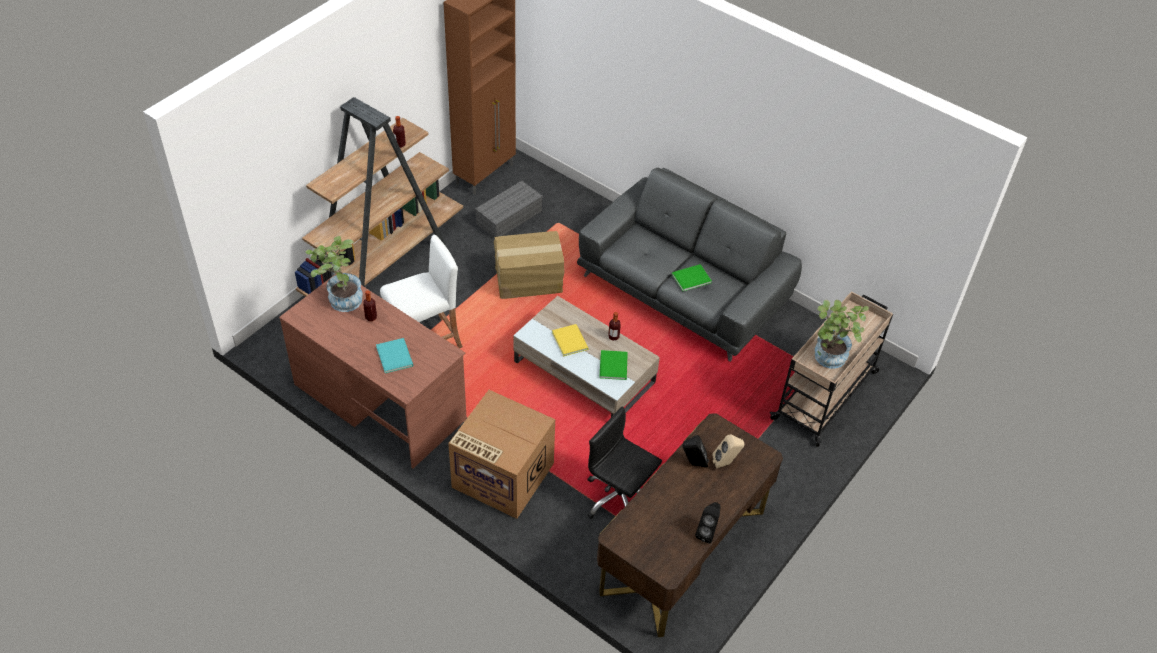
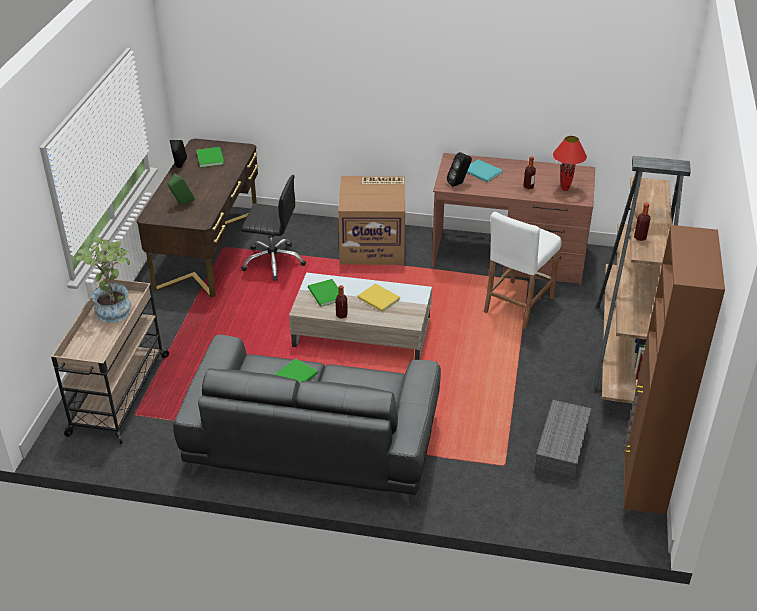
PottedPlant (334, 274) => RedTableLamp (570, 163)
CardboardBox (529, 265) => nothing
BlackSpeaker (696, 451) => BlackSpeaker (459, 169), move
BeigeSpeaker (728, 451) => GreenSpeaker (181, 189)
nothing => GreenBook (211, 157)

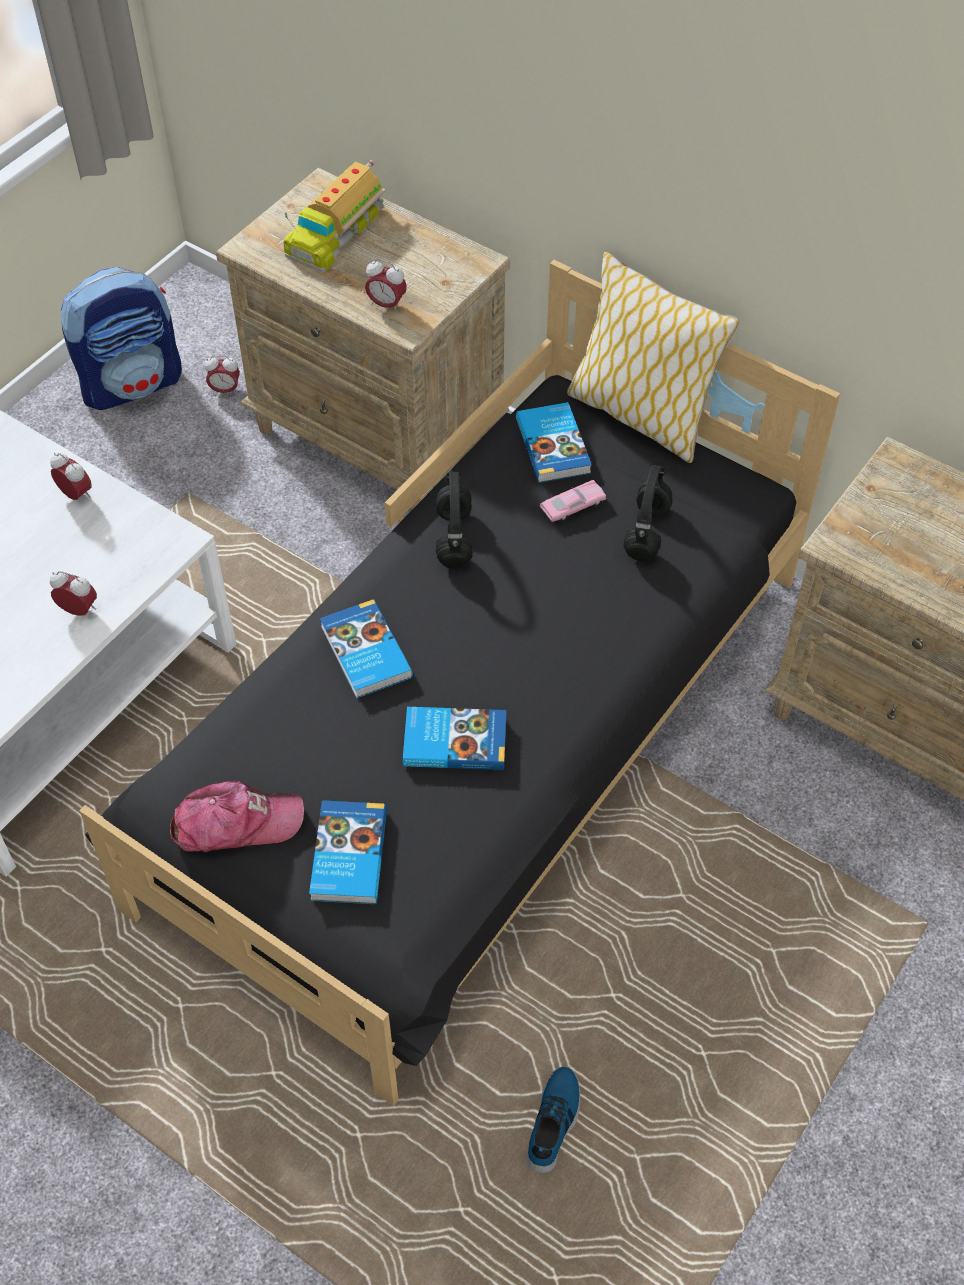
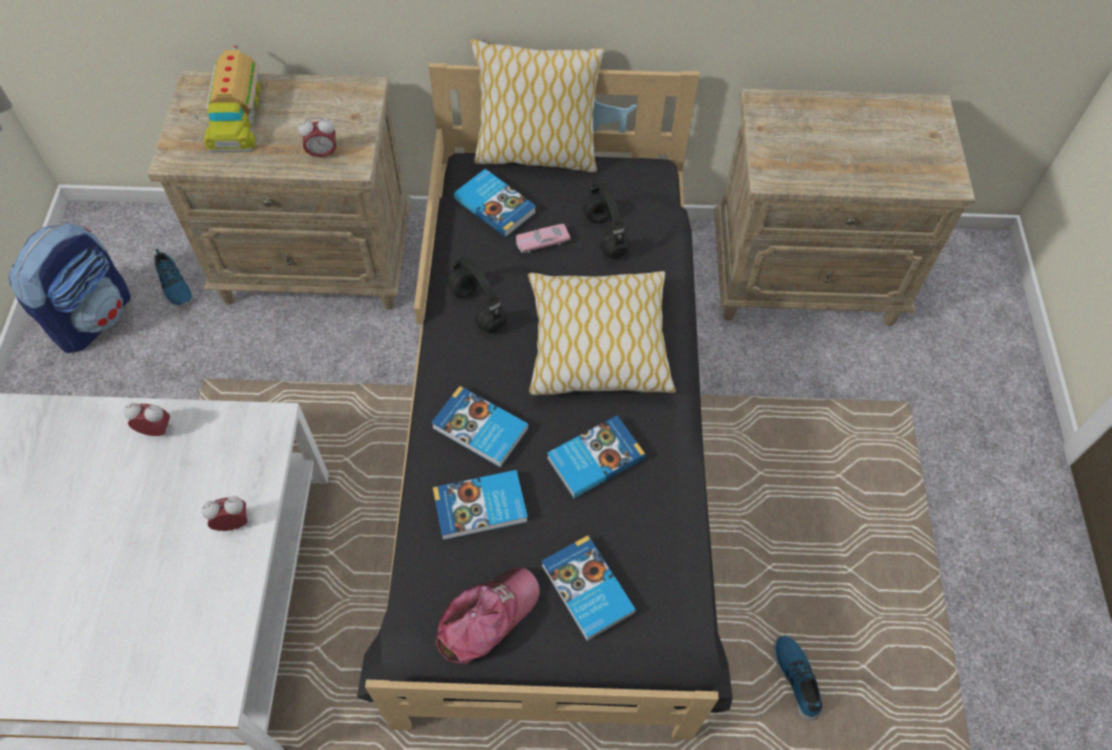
AlarmClock (222, 375) => Shoe (174, 278)
PinkToyCar (573, 501) => PinkToyCar (543, 239), 135 degrees counterclockwise
nothing => Book (480, 505)
nothing => Pillow (602, 333)

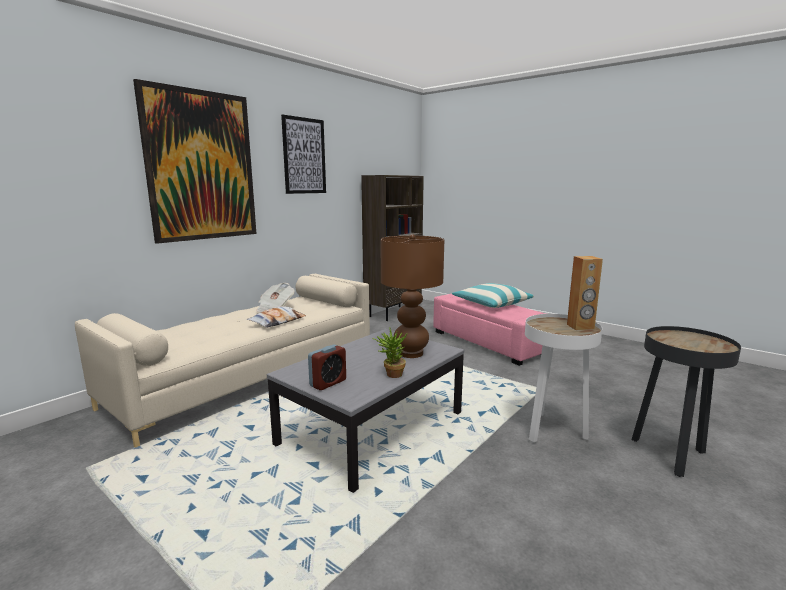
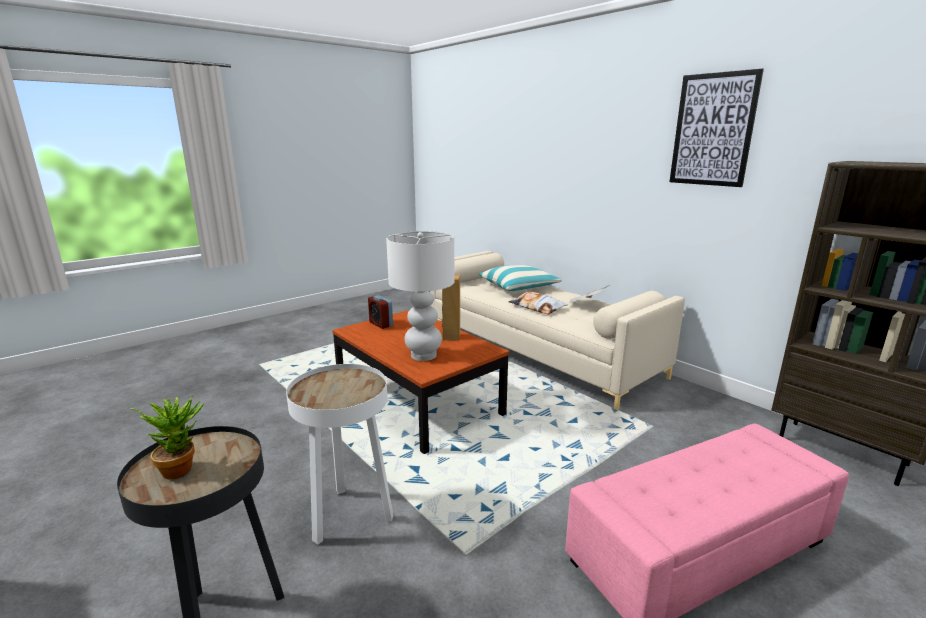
Picture (194, 161) => nothing
GreyCoffeeTable (365, 411) => BrownCoffeeTable (420, 382)
PottedPlant (390, 352) => PottedPlant (168, 437), move
BrownTableLamp (412, 296) => WhiteTableLamp (420, 296)
Pillow (493, 295) => Pillow (520, 278), move
BrownSpeaker (585, 293) => BrownSpeaker (451, 308), move

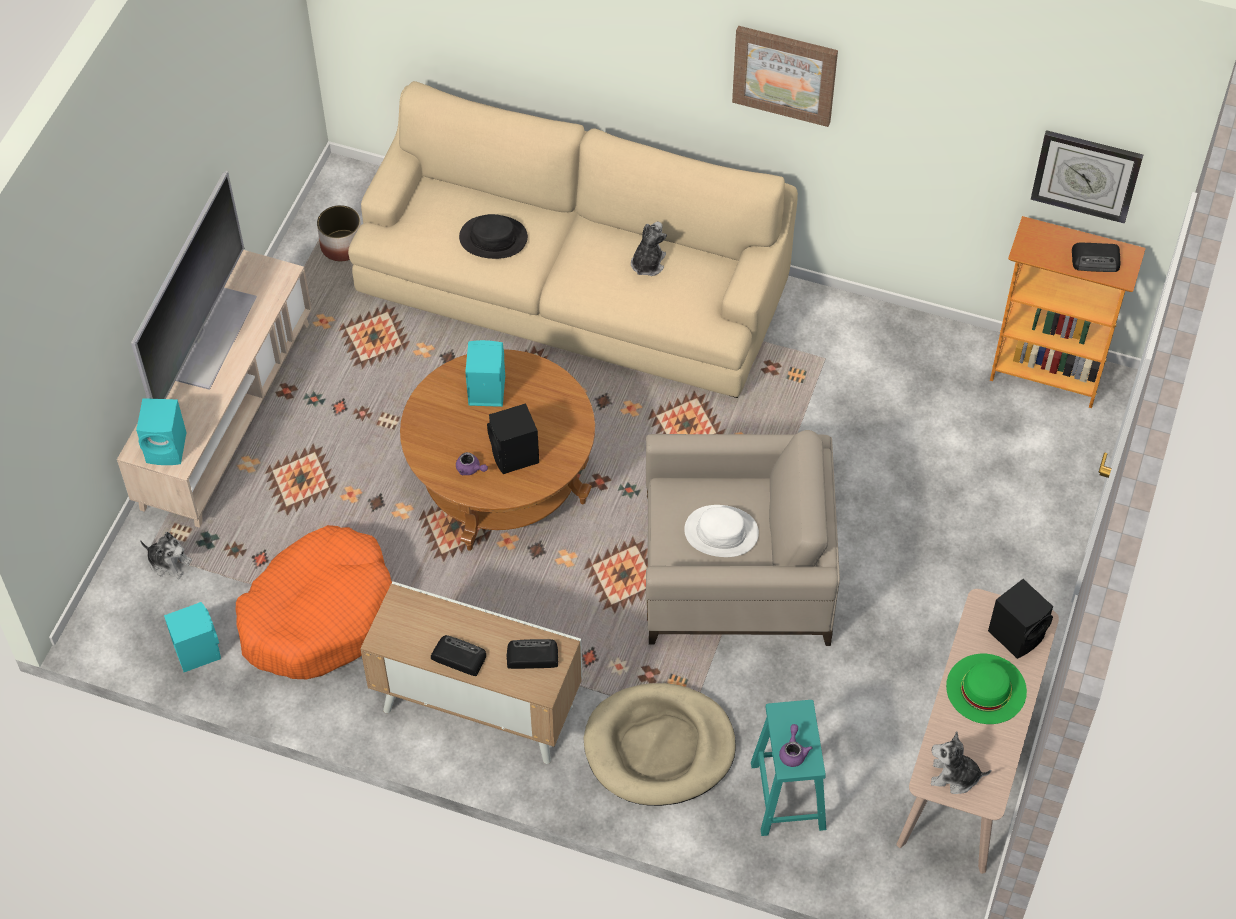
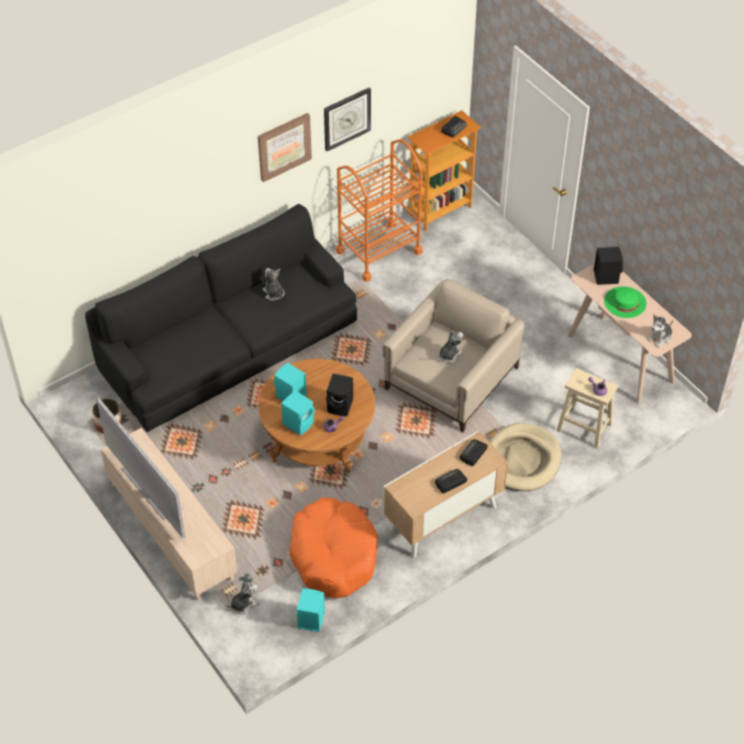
TurquoiseSpeaker (161, 431) => TurquoiseSpeaker (298, 413), move
BeigeSofa (573, 239) => BlackSofa (221, 318)
BlackHat (493, 236) => nothing
WhiteHat (721, 531) => PlushToy (450, 347)
TurquoiseStool (788, 768) => BeigeStool (587, 408)
WallClock (1087, 177) => WallClock (347, 119), move
nothing => OrangeCart (379, 210)

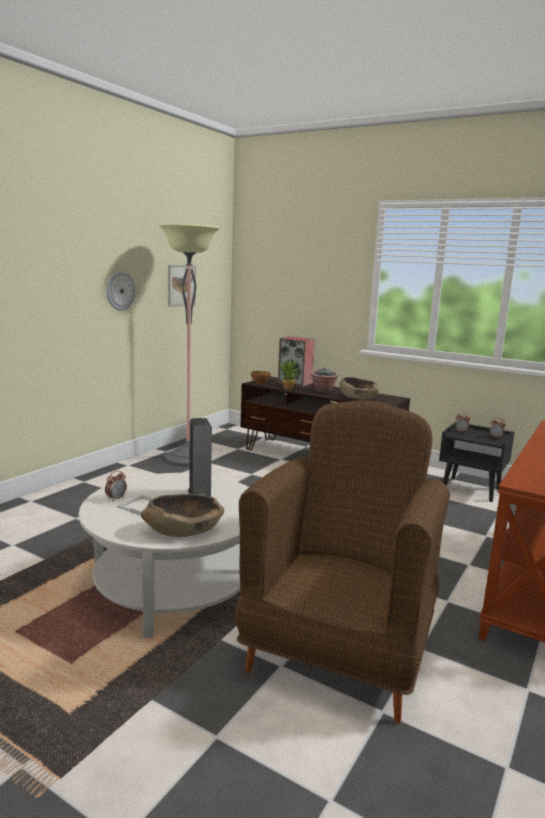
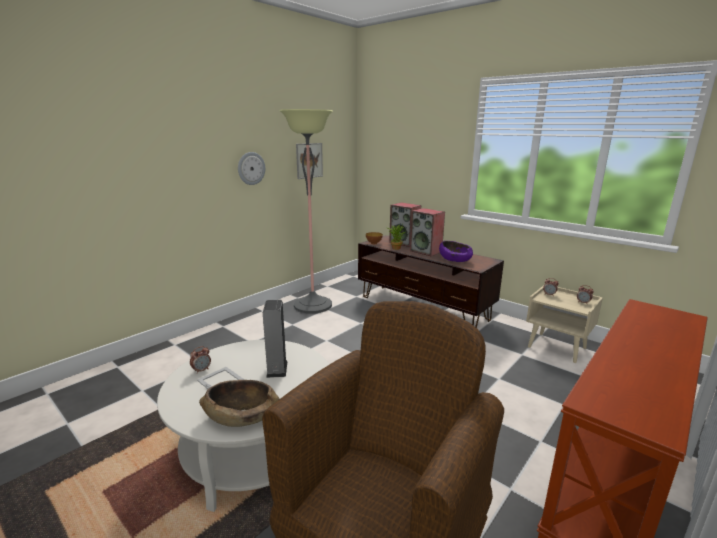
PottedPlant (324, 380) => Speaker (427, 232)
BrownBowl (359, 388) => PurpleBowl (456, 251)
BlackNightstand (477, 462) => BeigeNightstand (564, 324)

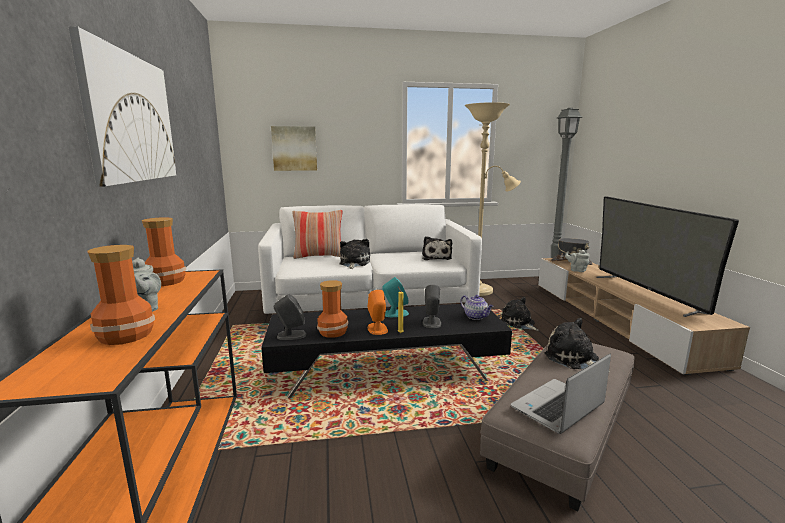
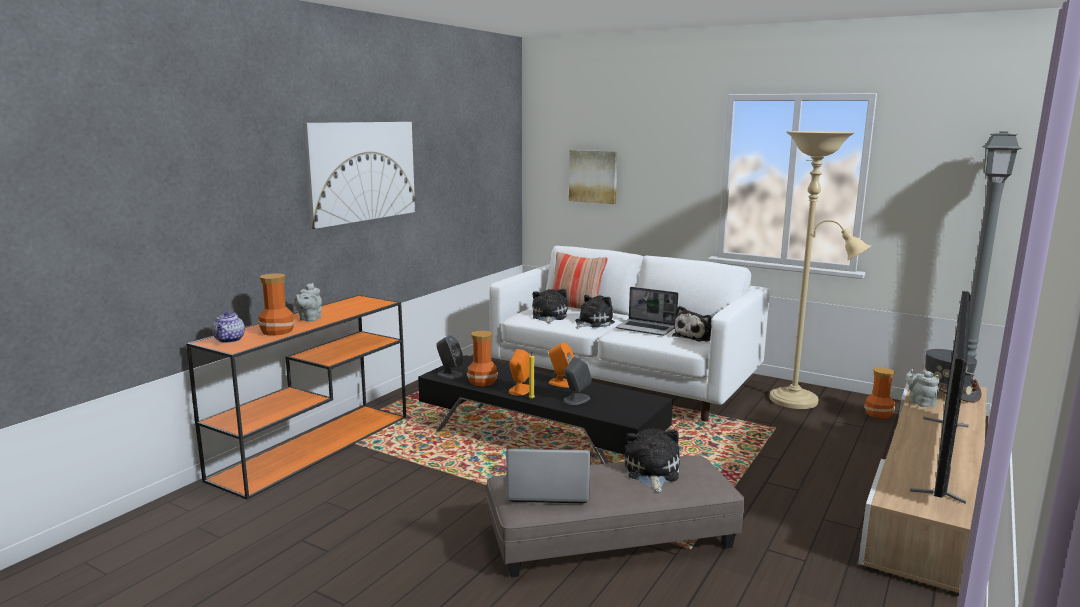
Vase (164, 251) => Vase (879, 393), move
TurquoiseSpeaker (395, 297) => OrangeSpeaker (561, 365)
Teapot (476, 307) => Teapot (228, 327), move
PlushToy (520, 314) => PlushToy (550, 306), move
nothing => Laptop (647, 311)

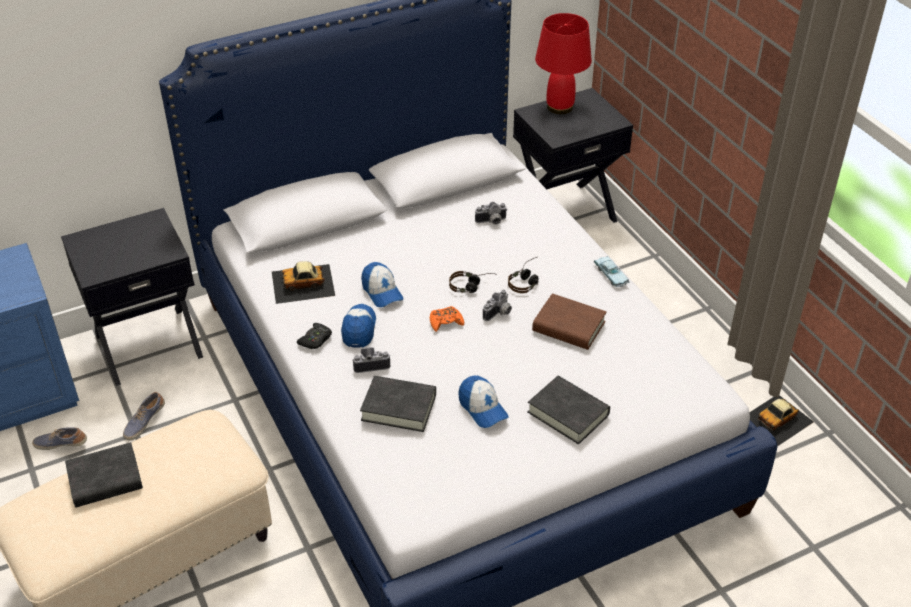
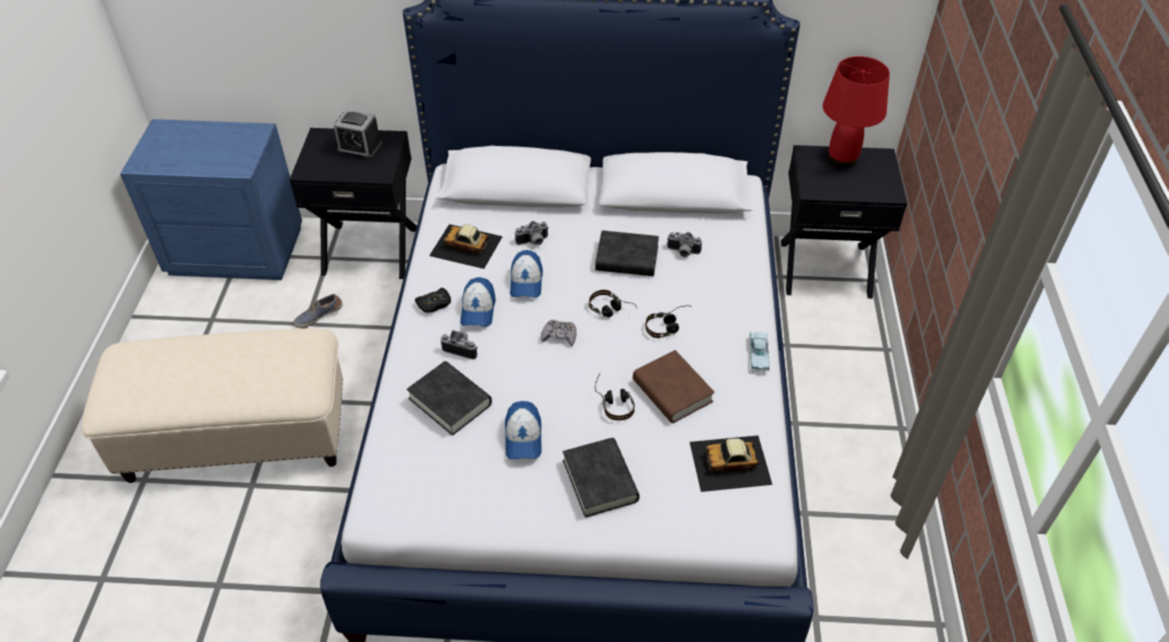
Shoe (59, 438) => nothing
BlackBook (104, 474) => BlackBook (627, 253), move
Cap (358, 326) => Cap (478, 302), 150 degrees clockwise
OrangeGameController (447, 319) => GreyGameController (559, 332)
PhotoCamera (497, 305) => PhotoCamera (532, 233), move
ToyCar (781, 421) => ToyCar (731, 463), move
nothing => AlarmClock (358, 134)
nothing => Headphones (615, 397)

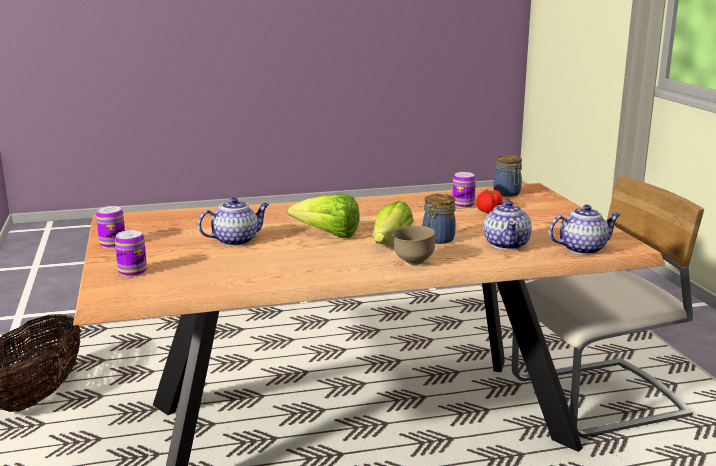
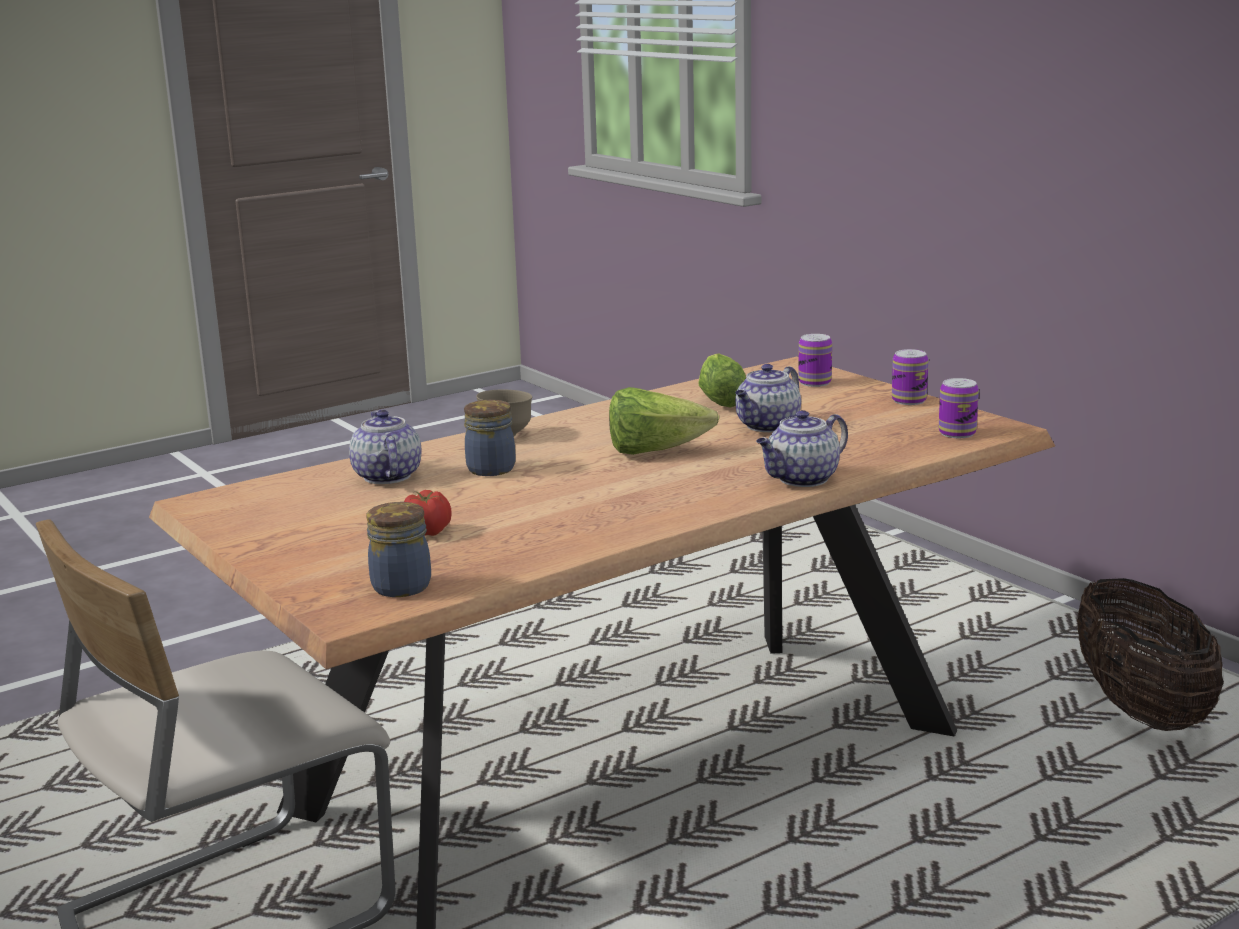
Lettuce (393, 222) => Lettuce (722, 380), move
Can (464, 190) => Can (959, 408), move
Teapot (585, 230) => Teapot (802, 448), move

